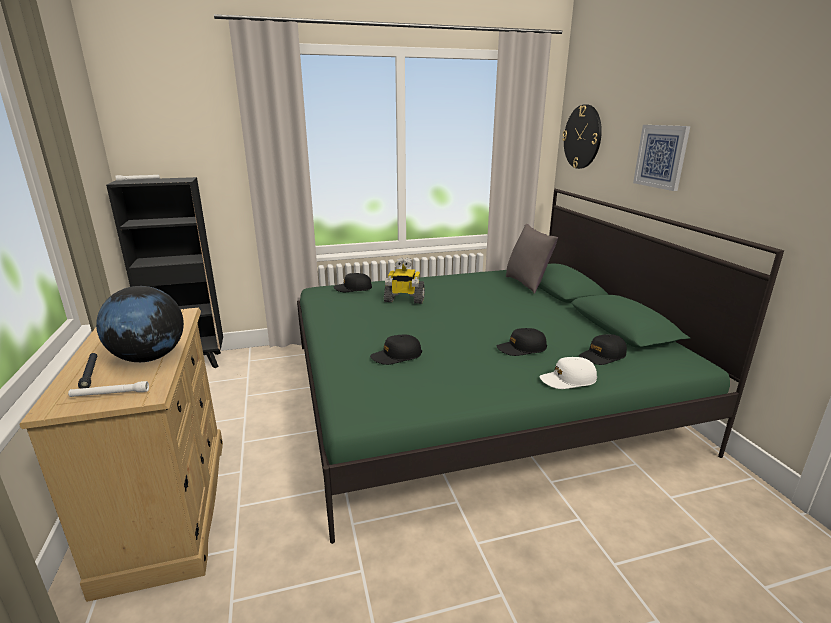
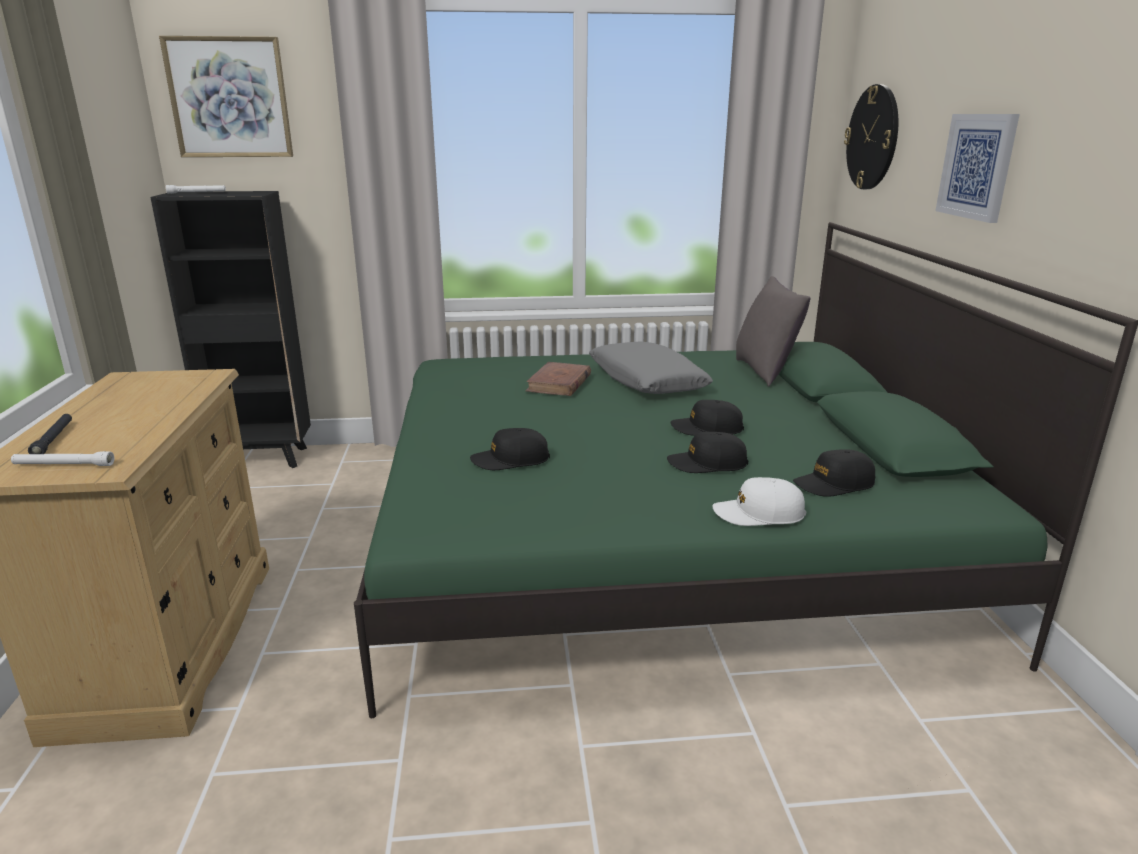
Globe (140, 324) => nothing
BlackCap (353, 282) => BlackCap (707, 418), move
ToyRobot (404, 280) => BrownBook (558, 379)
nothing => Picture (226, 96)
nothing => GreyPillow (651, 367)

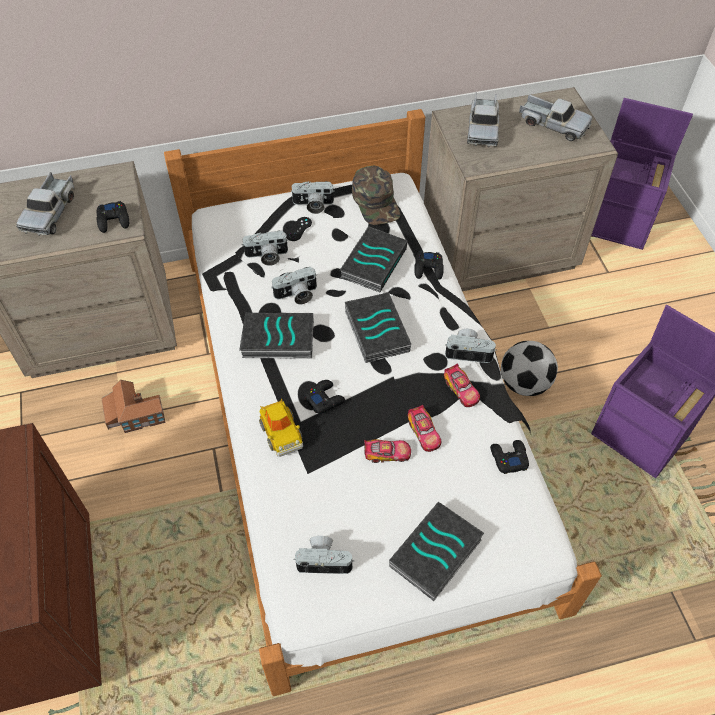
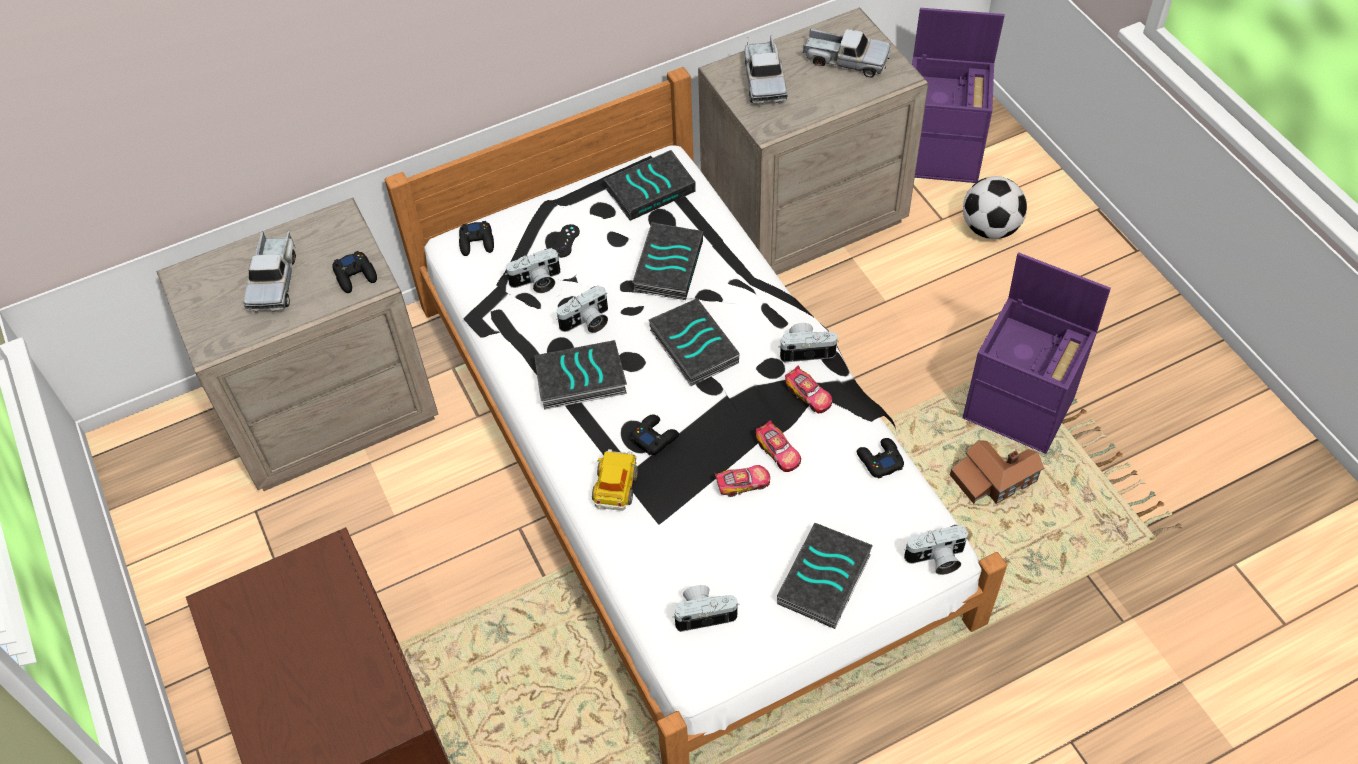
ToyHouse (133, 406) => ToyHouse (997, 472), move
ToyCar (281, 428) => ToyCar (615, 480), 135 degrees counterclockwise
PhotoCamera (312, 197) => PhotoCamera (936, 550), move
GreenCap (376, 195) => Book (649, 185)
BlackGameController (429, 266) => BlackGameController (476, 238), move
Football (529, 368) => Football (995, 207), move

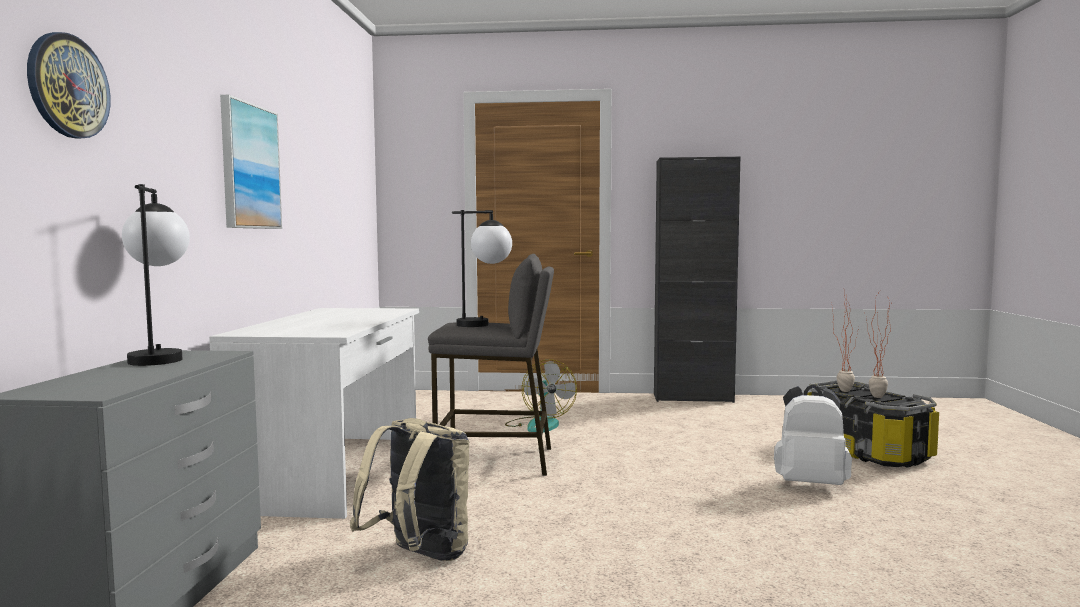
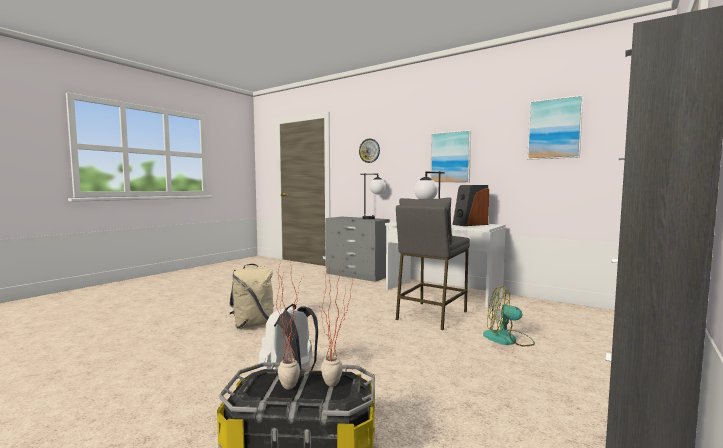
BeigeBackpack (409, 489) => BeigeBackpack (251, 296), move
nothing => Speaker (470, 205)
nothing => Picture (555, 127)

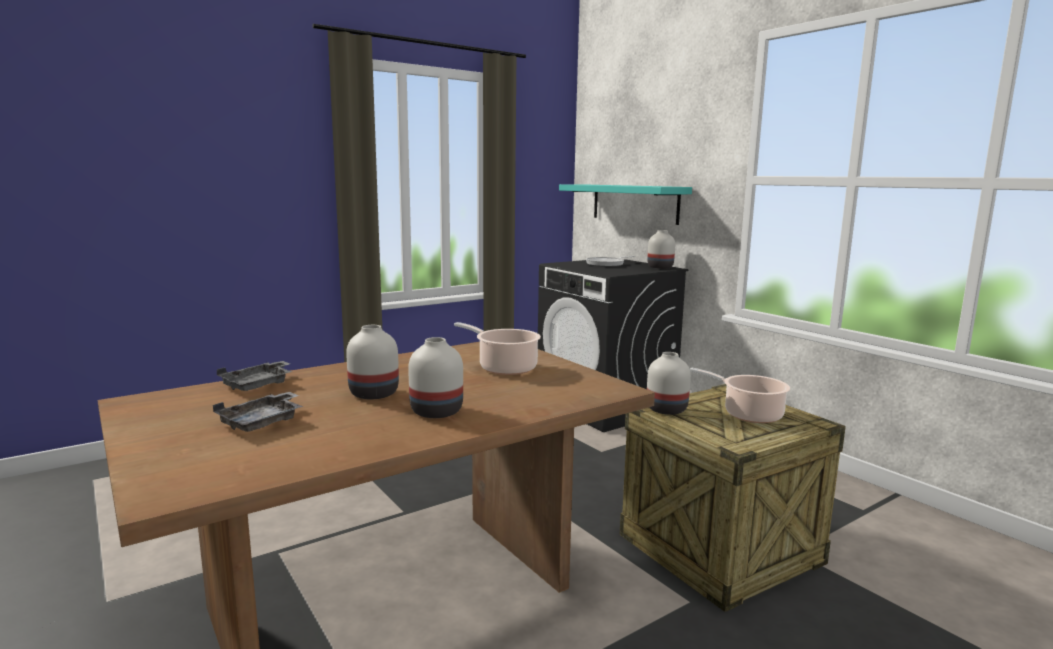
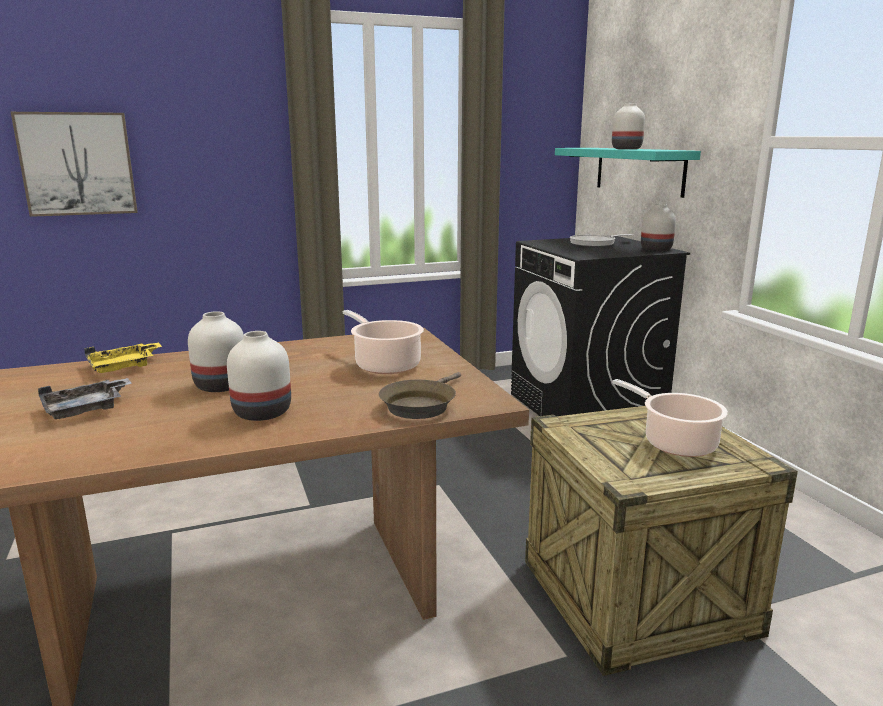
GreyTray (254, 376) => YellowTray (123, 358)
WhiteVase (669, 383) => WhiteVase (628, 126), move
nothing => Picture (74, 164)
nothing => BrownFryingPan (420, 395)

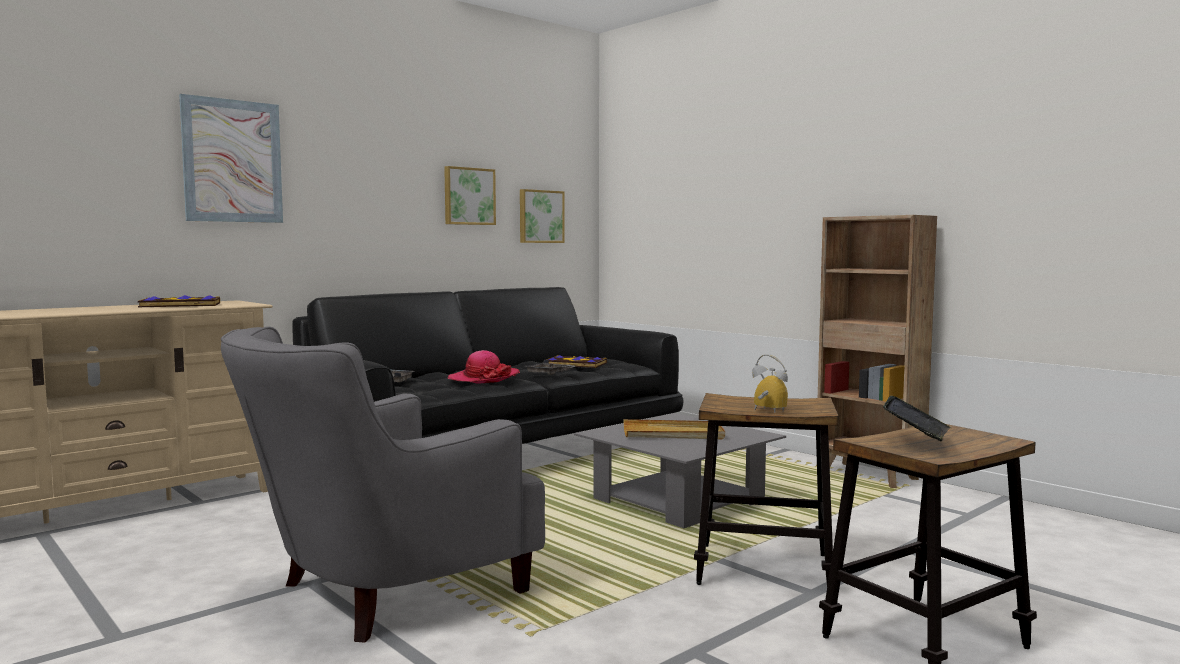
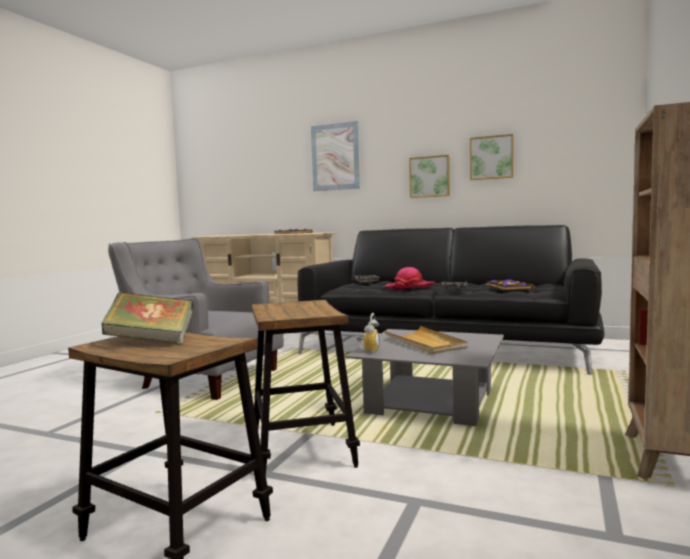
Picture (542, 216) => Picture (429, 176), move
AlarmClock (770, 383) => AlarmClock (368, 333), move

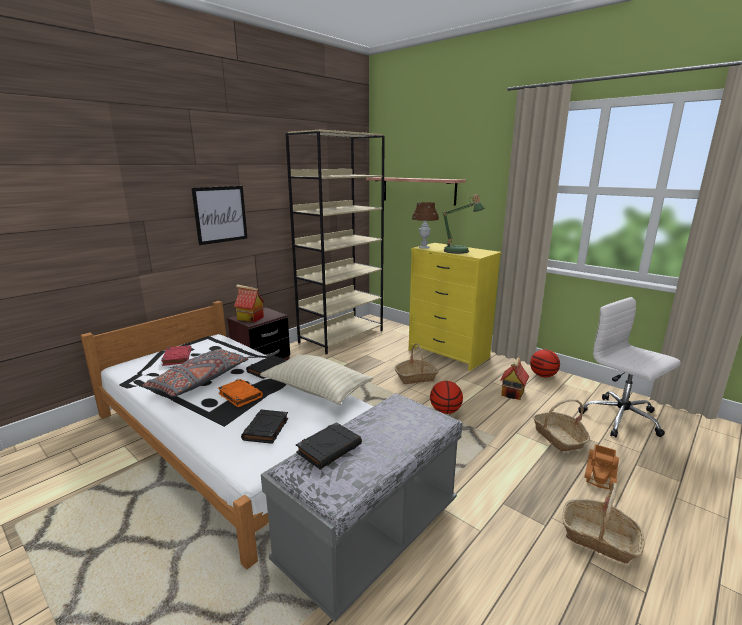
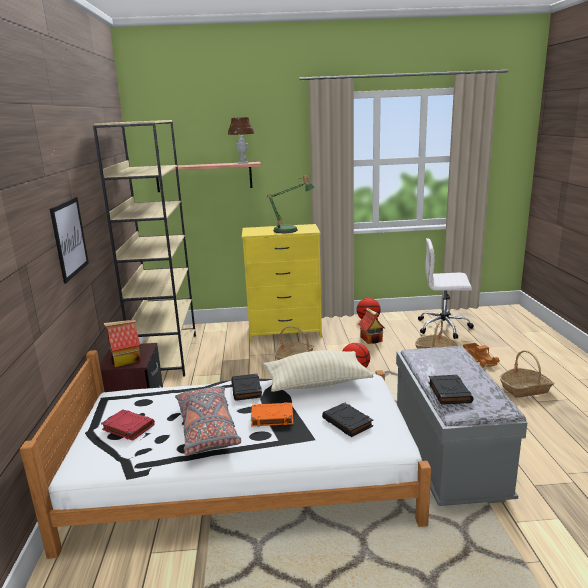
BrownTableLamp (425, 225) => BrownTableLamp (241, 140), move

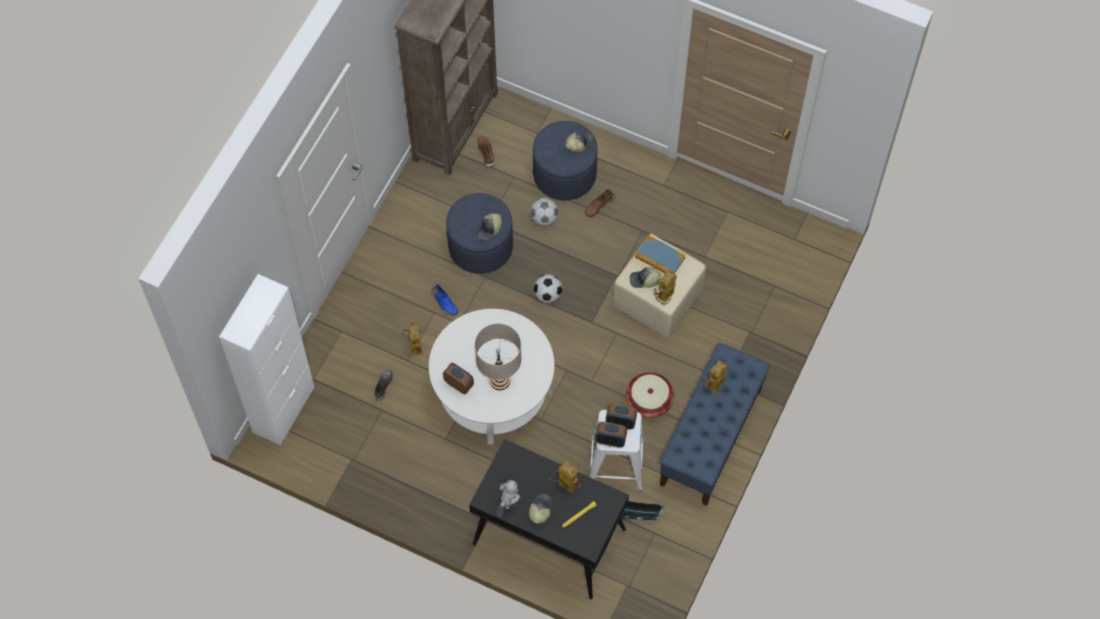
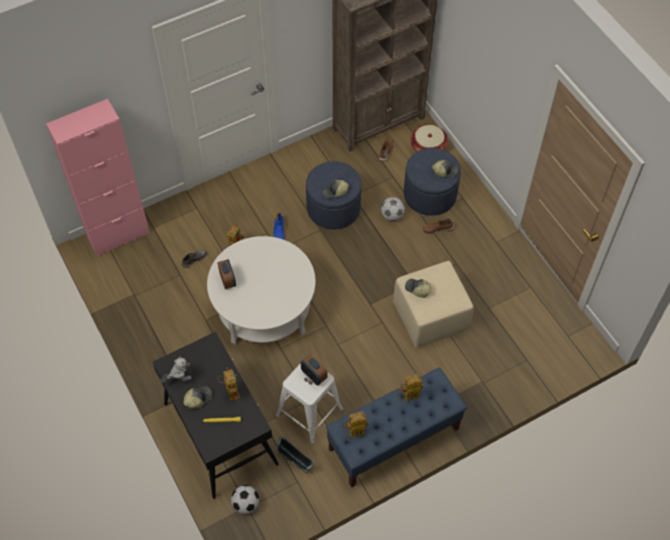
WhiteCabinet (267, 359) => PinkCabinet (98, 178)
BeigeTableLamp (498, 356) => nothing
Football (548, 288) => Football (245, 499), move
AlarmClock (611, 435) => nothing
Basket (650, 395) => Basket (429, 138), move
Book (660, 254) => nothing
ToyRobot (665, 287) => ToyRobot (356, 425), move

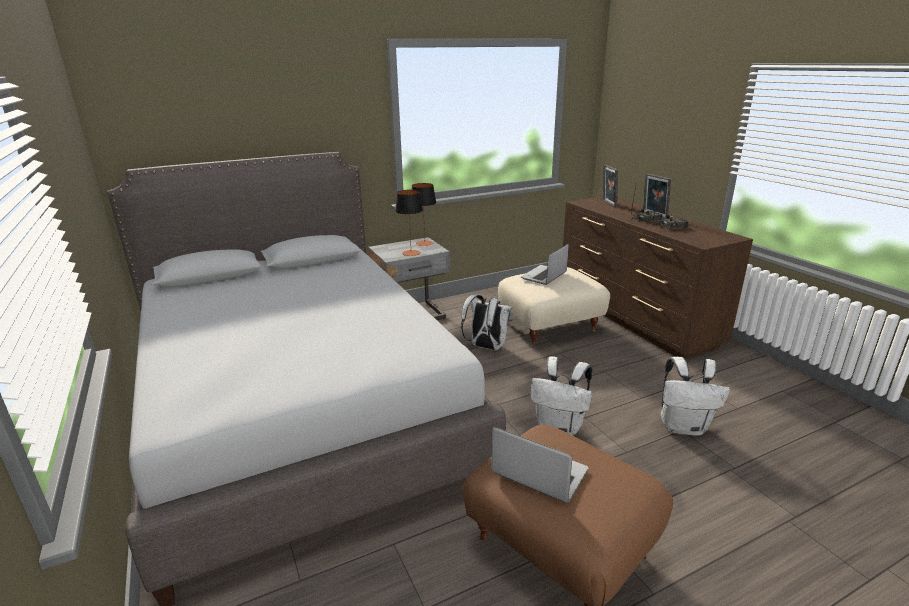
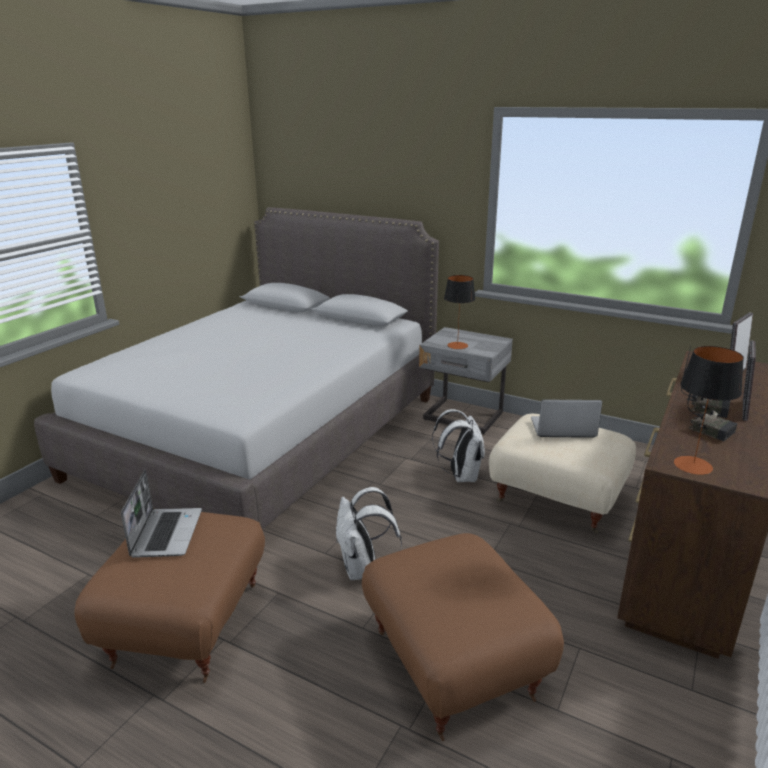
TableLamp (424, 214) => TableLamp (709, 410), move
WhiteBackpack (695, 396) => BrownOttoman (463, 637)

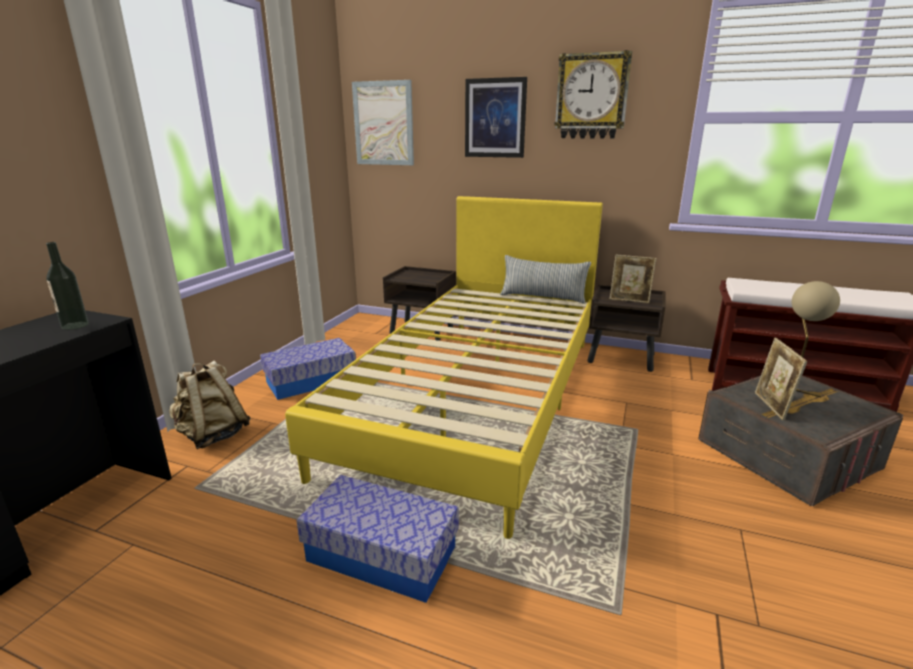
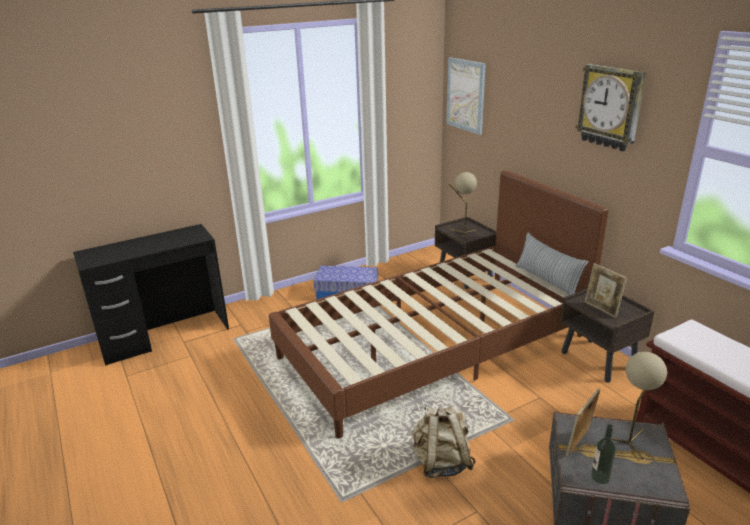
Bottle (67, 286) => Bottle (603, 454), move
BeigeBackpack (210, 405) => BeigeBackpack (444, 441), move
YellowBed (444, 367) => BrownBed (439, 304)
StorageBox (378, 539) => nothing
Picture (496, 117) => nothing
nothing => BeigeTableLamp (463, 205)

